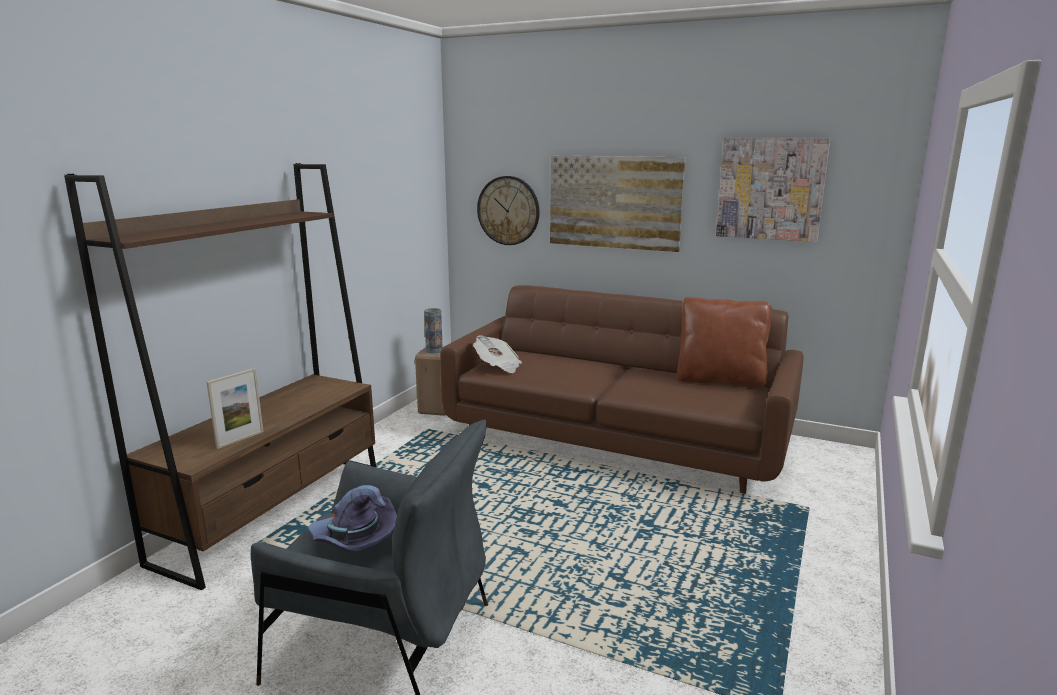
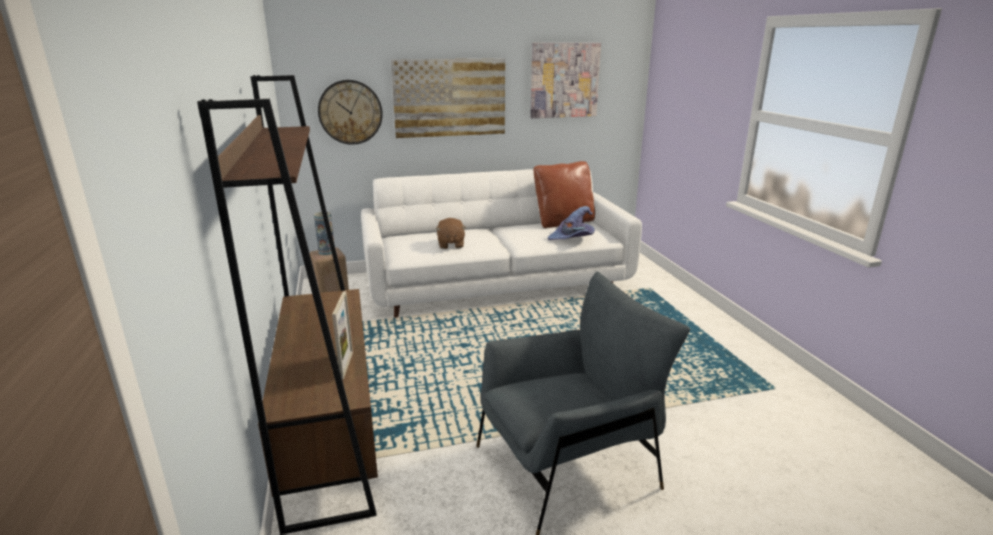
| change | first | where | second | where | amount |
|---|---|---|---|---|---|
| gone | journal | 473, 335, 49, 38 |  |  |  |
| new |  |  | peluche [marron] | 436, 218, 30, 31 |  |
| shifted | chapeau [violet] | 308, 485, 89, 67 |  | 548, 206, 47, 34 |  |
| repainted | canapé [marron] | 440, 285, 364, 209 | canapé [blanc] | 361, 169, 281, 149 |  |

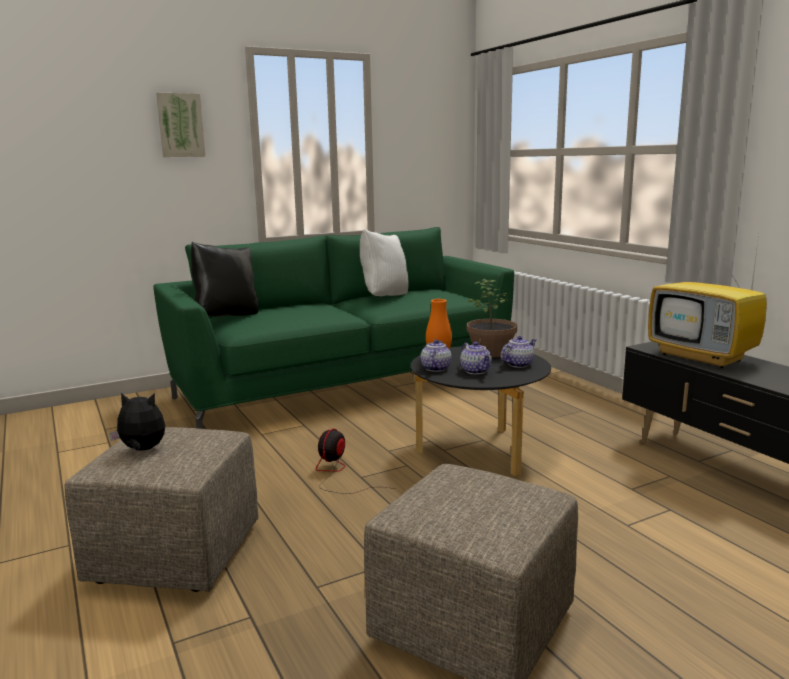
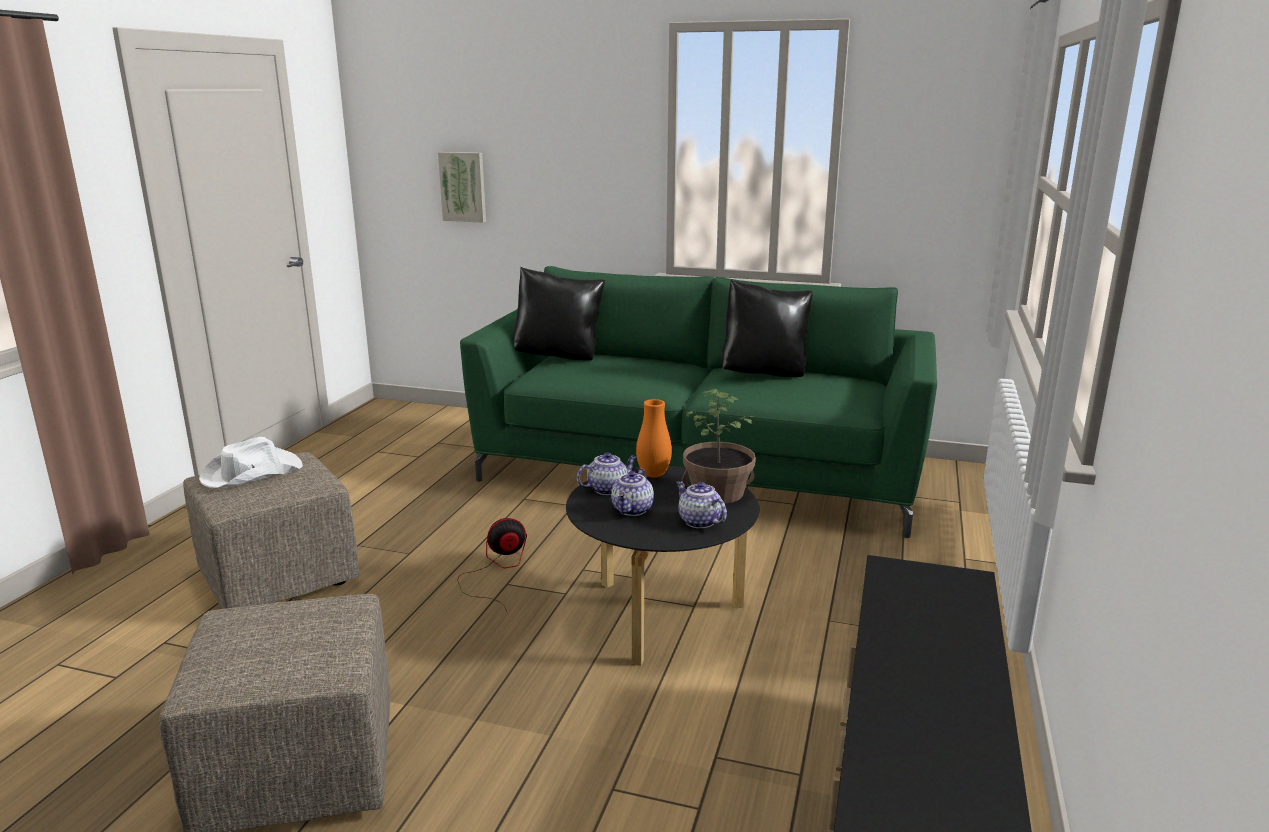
| change | first | where | second | where | amount |
|---|---|---|---|---|---|
| gone | téléviseur | 648, 242, 119, 126 |  |  |  |
| shifted | tableau | 156, 92, 49, 65 |  | 438, 152, 48, 71 |  |
| swapped | peluche | 109, 393, 56, 58 | chapeau [blanc] | 199, 437, 103, 51 |  |
| repainted | coussin [blanc] | 360, 229, 49, 67 | coussin [noir] | 721, 279, 92, 98 |  |
| rotated | théière | 501, 336, 35, 32 |  | 676, 481, 51, 47 | 135 degrees counterclockwise |

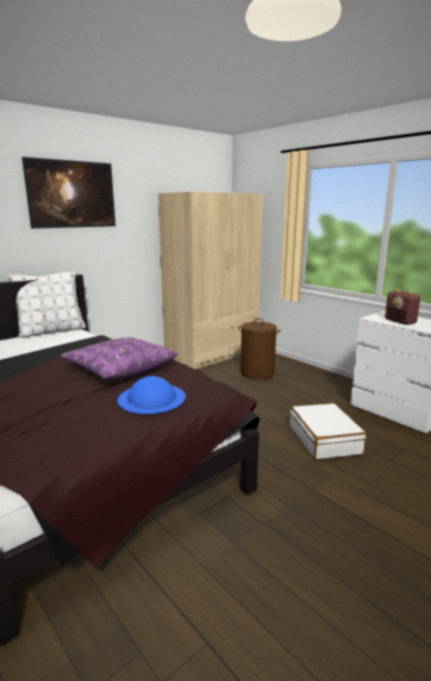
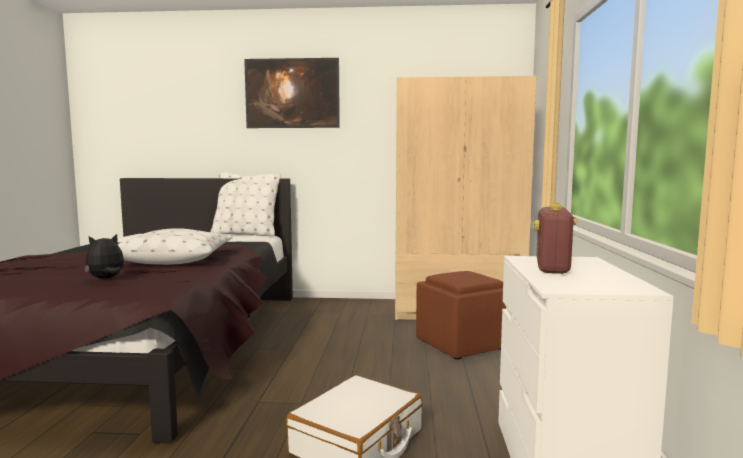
| change | first | where | second | where | amount |
|---|---|---|---|---|---|
| swapped | chapeau [bleu] | 117, 376, 69, 38 | peluche | 84, 234, 40, 45 |  |
| swapped | panier à linge [marron] | 238, 318, 43, 62 | pouf [marron] | 416, 271, 90, 88 |  |
| repainted | coussin [violet] | 60, 337, 118, 43 | coussin [blanc] | 118, 228, 115, 37 |  |

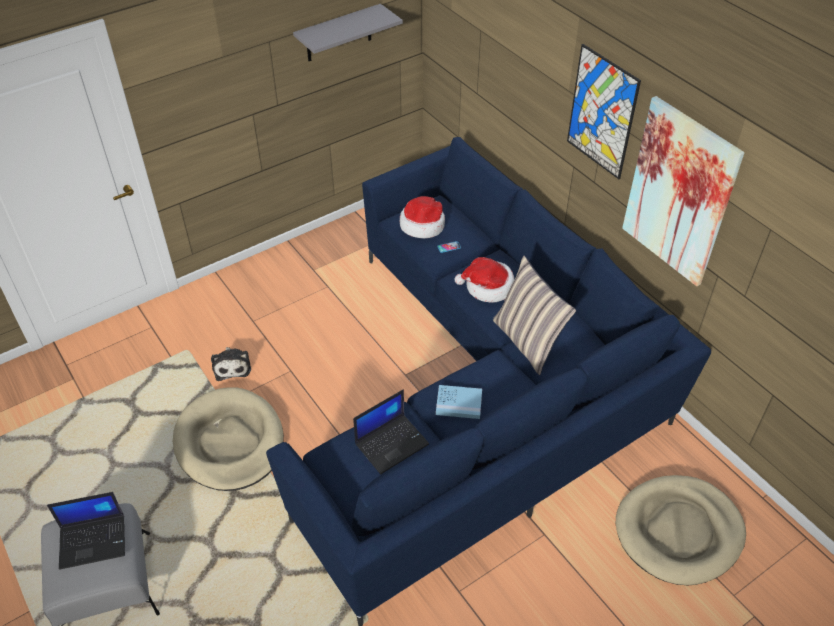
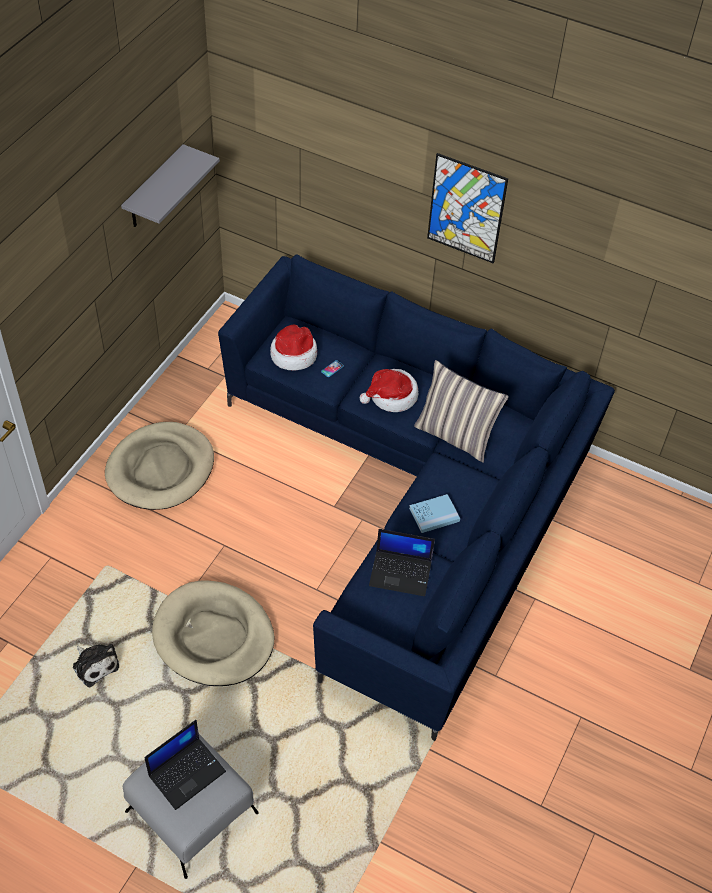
| change | first | where | second | where | amount |
|---|---|---|---|---|---|
| gone | tableau | 622, 96, 123, 190 |  |  |  |
| shifted | peluche | 211, 347, 40, 34 |  | 73, 644, 46, 44 |  |
| shifted | panier pour chien [beige] | 616, 475, 130, 110 |  | 105, 422, 109, 88 |  |
| rotated | ordinateur portable | 353, 389, 76, 85 |  | 369, 529, 66, 67 | 75 degrees clockwise |

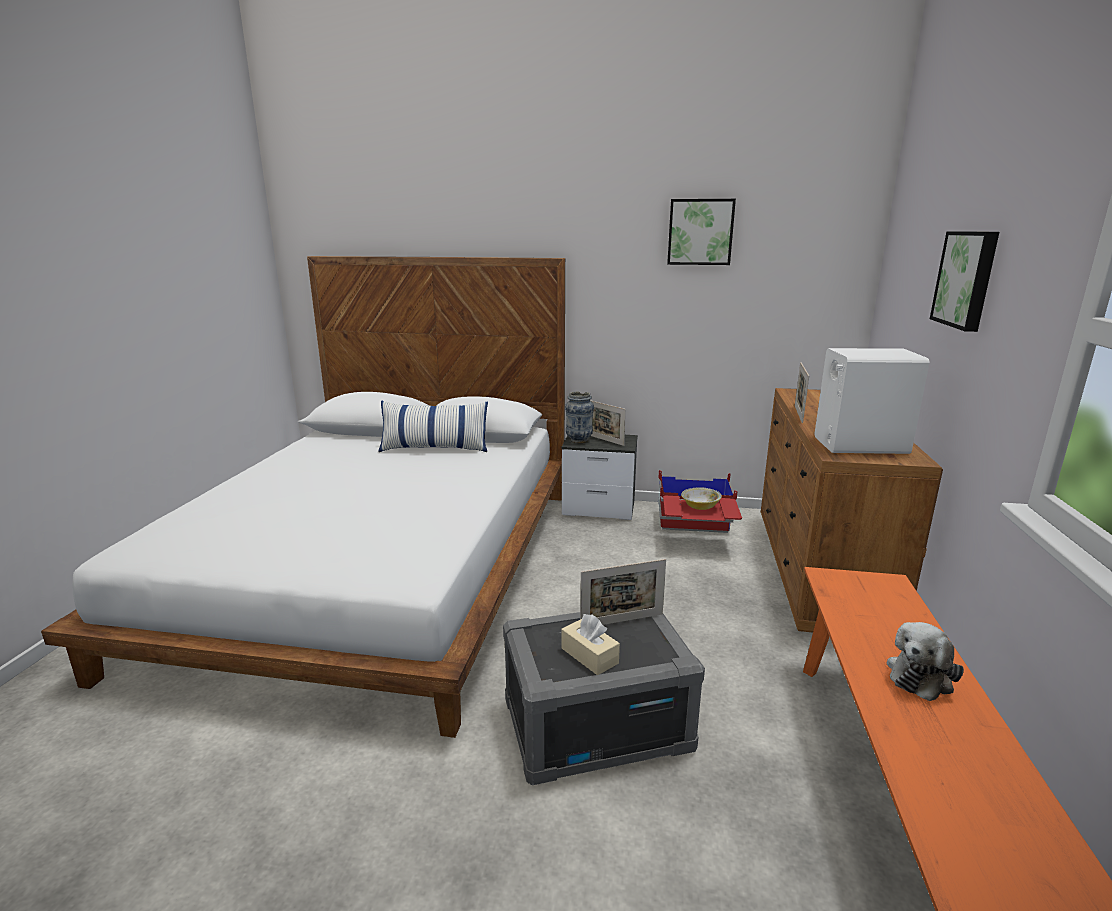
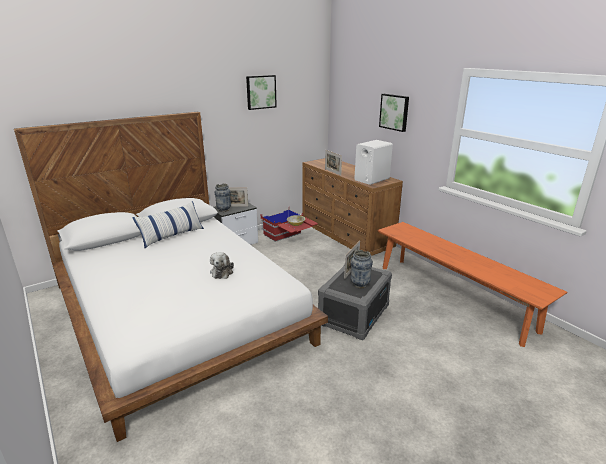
| change | first | where | second | where | amount |
|---|---|---|---|---|---|
| shifted | peluche | 886, 622, 78, 79 |  | 210, 252, 24, 27 |  |
| swapped | boîte à mouchoirs [beige] | 561, 614, 59, 61 | vase | 350, 250, 23, 38 |  |

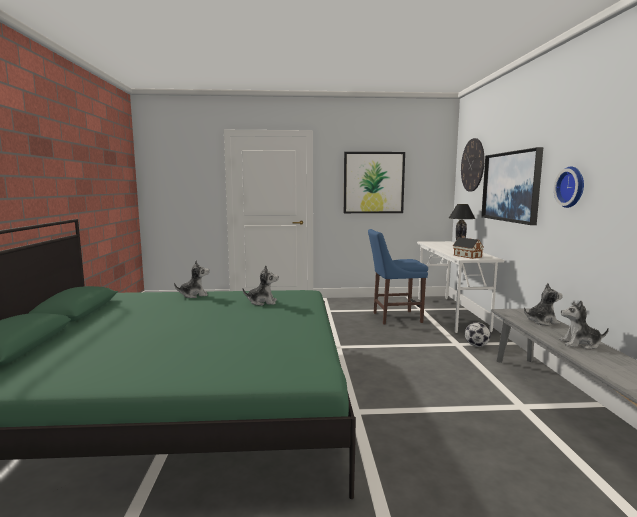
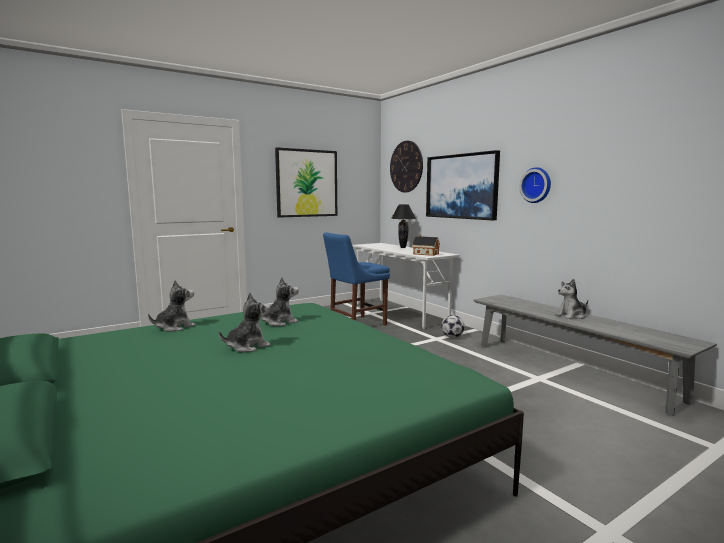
| change | first | where | second | where | amount |
|---|---|---|---|---|---|
| shifted | peluche | 524, 283, 39, 43 |  | 219, 292, 52, 60 |  |

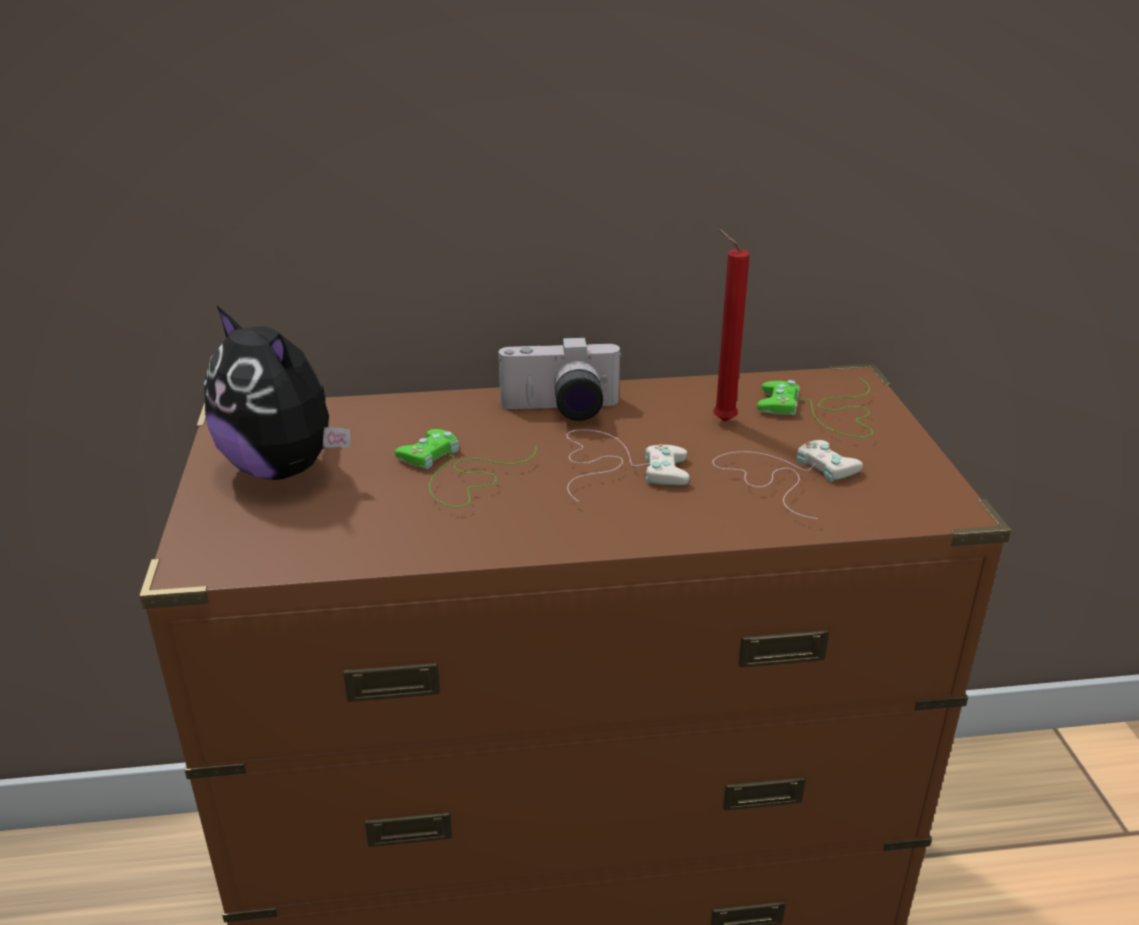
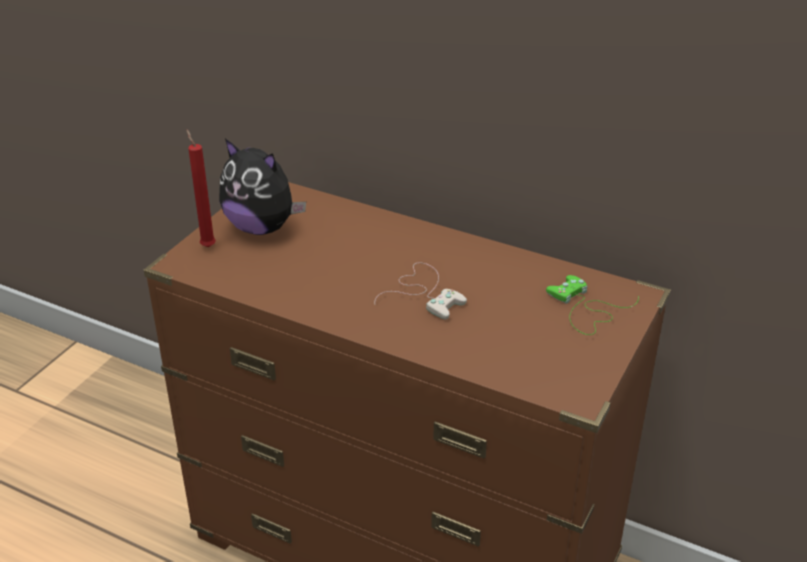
| change | first | where | second | where | amount |
|---|---|---|---|---|---|
| gone | manette [vert] | 395, 429, 141, 78 |  |  |  |
| gone | appareil photo | 497, 336, 126, 85 |  |  |  |
| gone | manette [blanc] | 712, 440, 151, 79 |  |  |  |
| shifted | bougie [rouge] | 713, 229, 37, 193 |  | 186, 130, 30, 117 |  |
| rotated | peluche | 204, 306, 146, 174 |  | 219, 139, 87, 96 | 45 degrees counterclockwise |

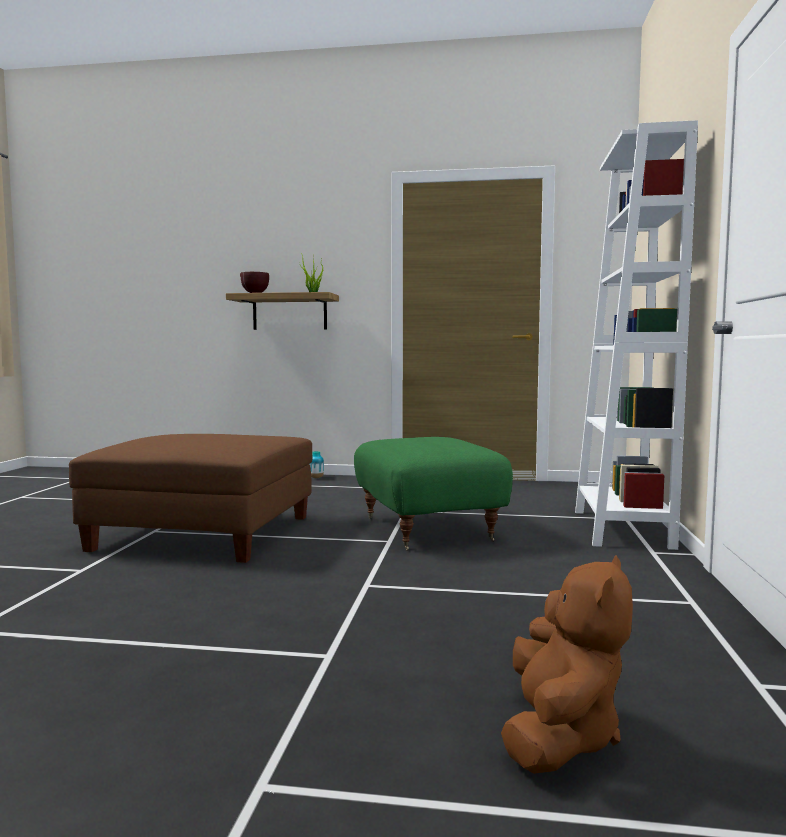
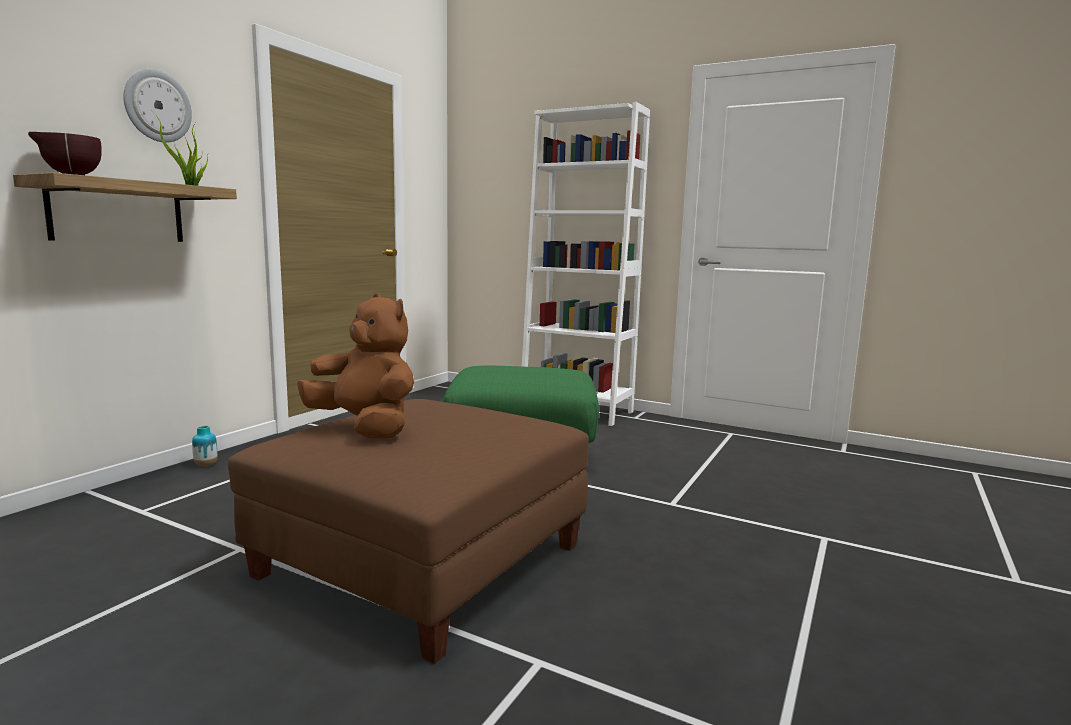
| change | first | where | second | where | amount |
|---|---|---|---|---|---|
| new |  |  | horloge murale | 123, 69, 69, 74 |  |
| shifted | peluche [marron] | 501, 555, 132, 219 |  | 297, 293, 117, 145 |  |

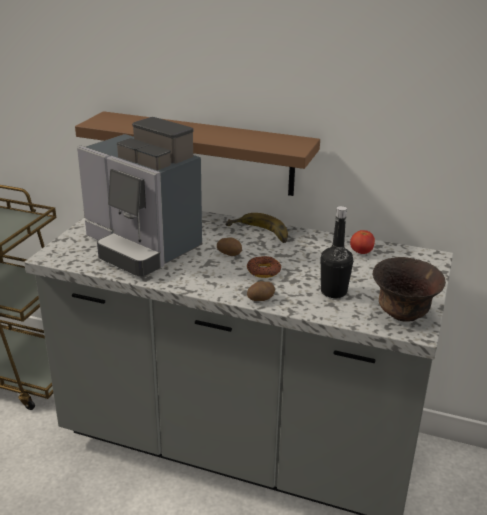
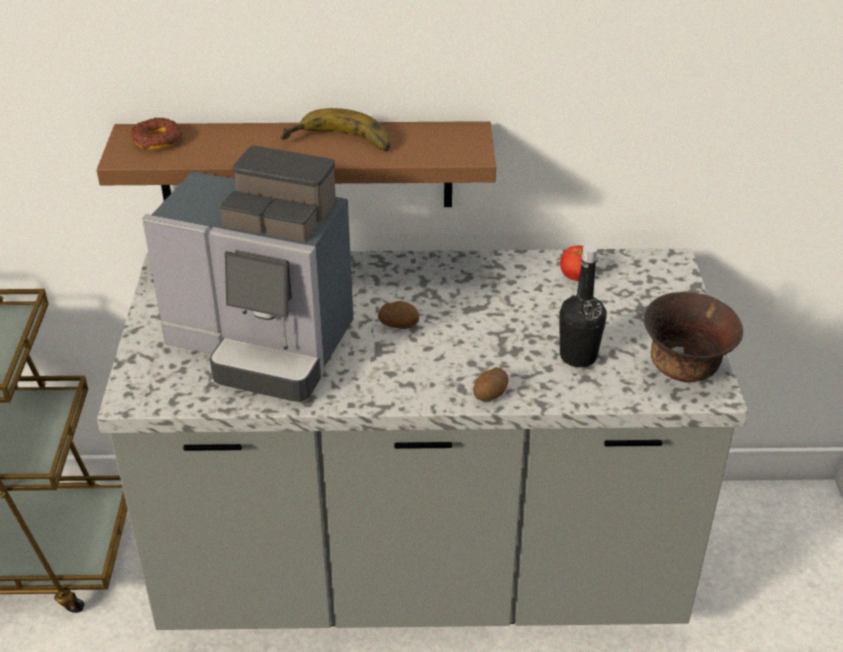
| change | first | where | second | where | amount |
|---|---|---|---|---|---|
| shifted | banane | 225, 213, 63, 30 |  | 280, 108, 111, 43 |  |
| shifted | beignet | 247, 256, 34, 22 |  | 131, 118, 51, 32 |  |

